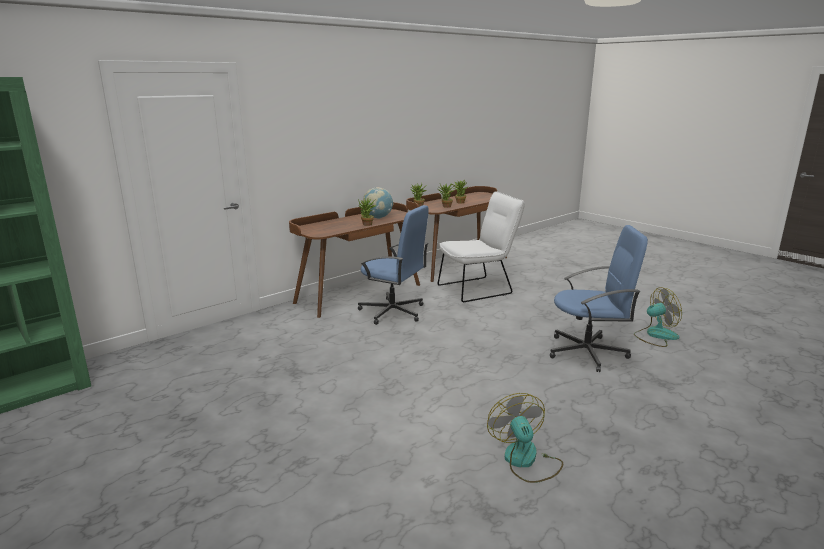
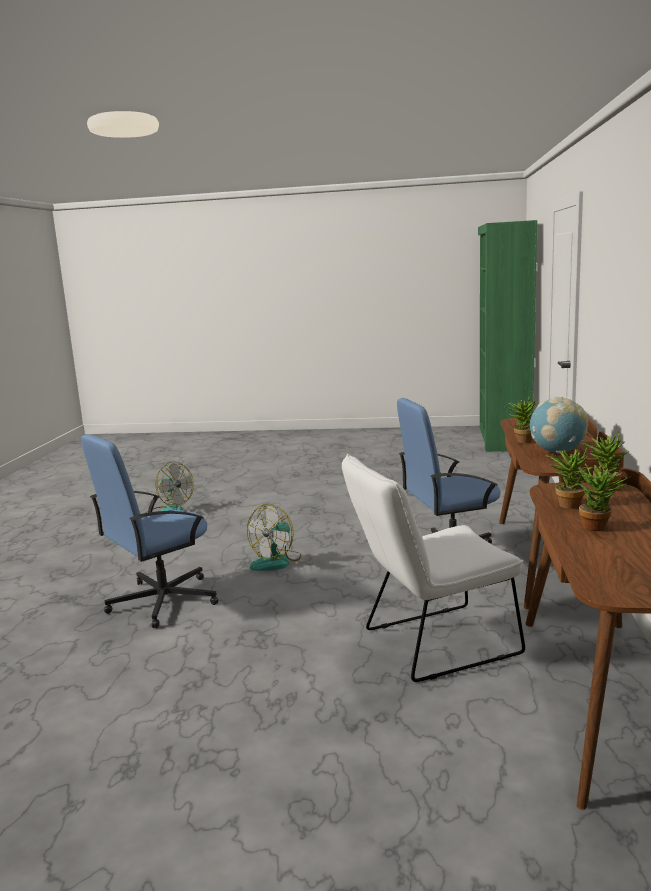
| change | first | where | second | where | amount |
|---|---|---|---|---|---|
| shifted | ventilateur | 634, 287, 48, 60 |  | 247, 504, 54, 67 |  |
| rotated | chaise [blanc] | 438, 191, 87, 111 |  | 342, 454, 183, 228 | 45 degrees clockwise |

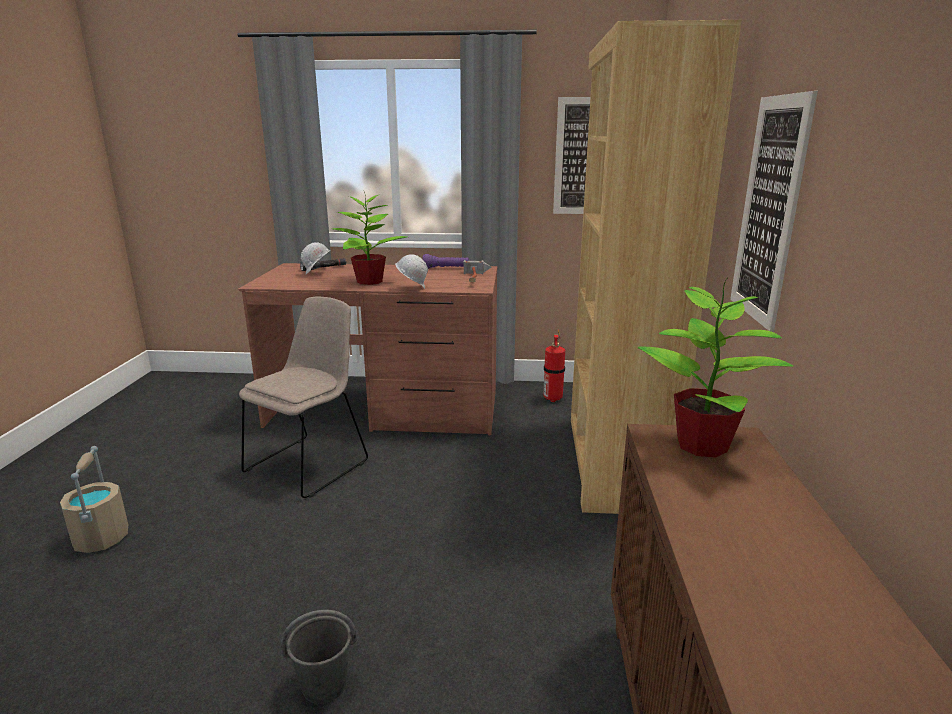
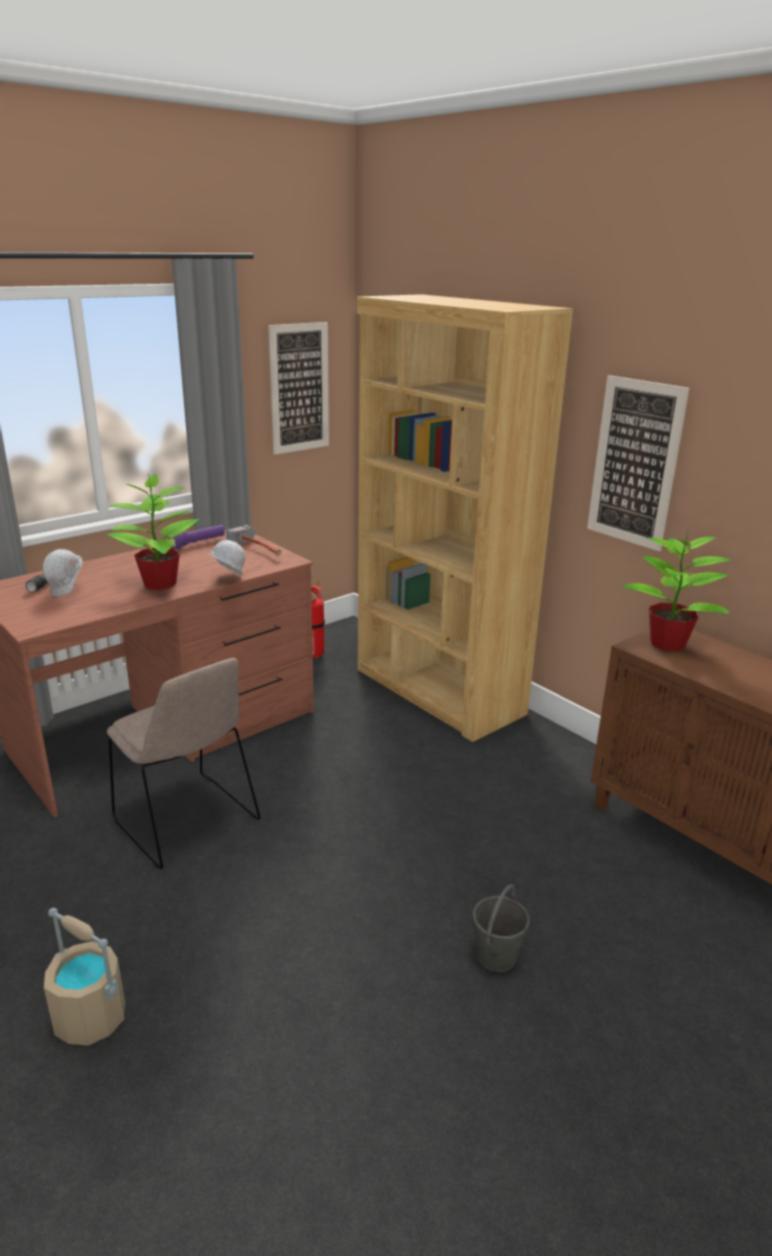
| change | first | where | second | where | amount |
|---|---|---|---|---|---|
| rotated | chaise [beige] | 239, 296, 129, 202 |  | 107, 658, 154, 212 | 150 degrees clockwise |

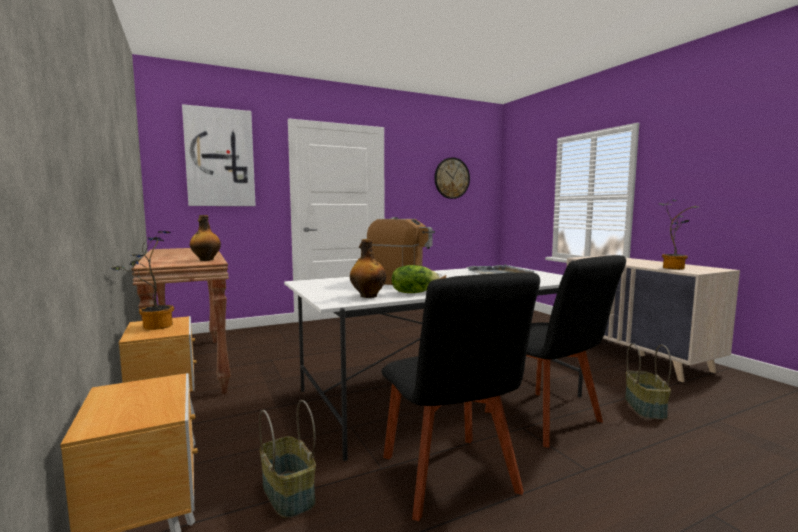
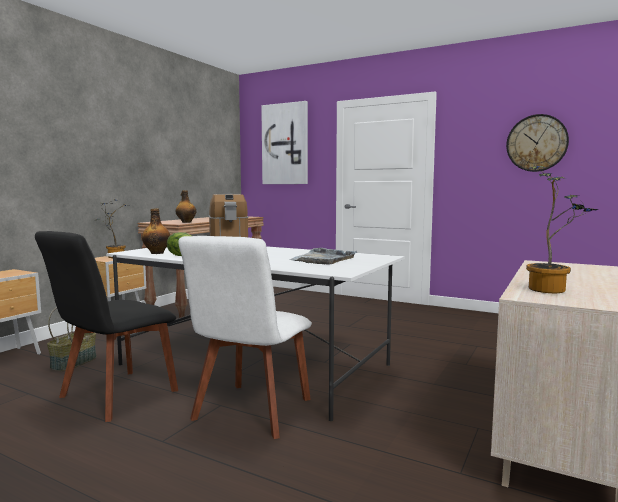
| change | first | where | second | where | amount |
|---|---|---|---|---|---|
| gone | panier | 625, 343, 46, 77 |  |  |  |
| repainted | chaise [noir] | 485, 255, 141, 192 | chaise [blanc] | 178, 236, 134, 203 |  |

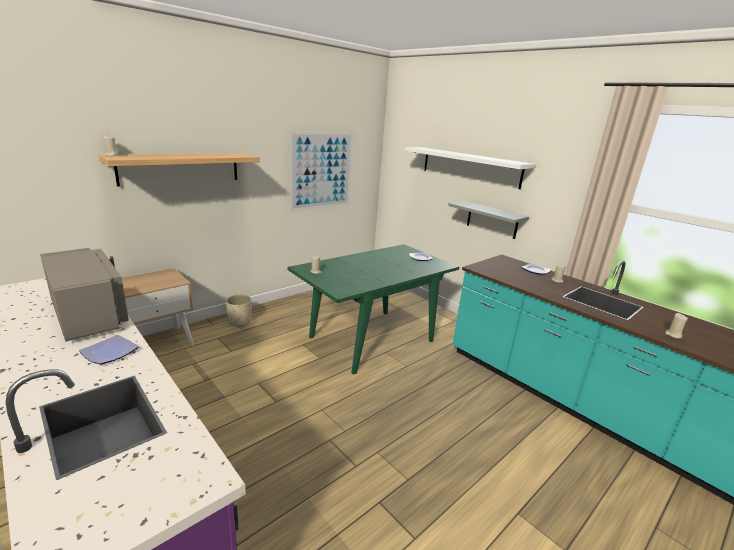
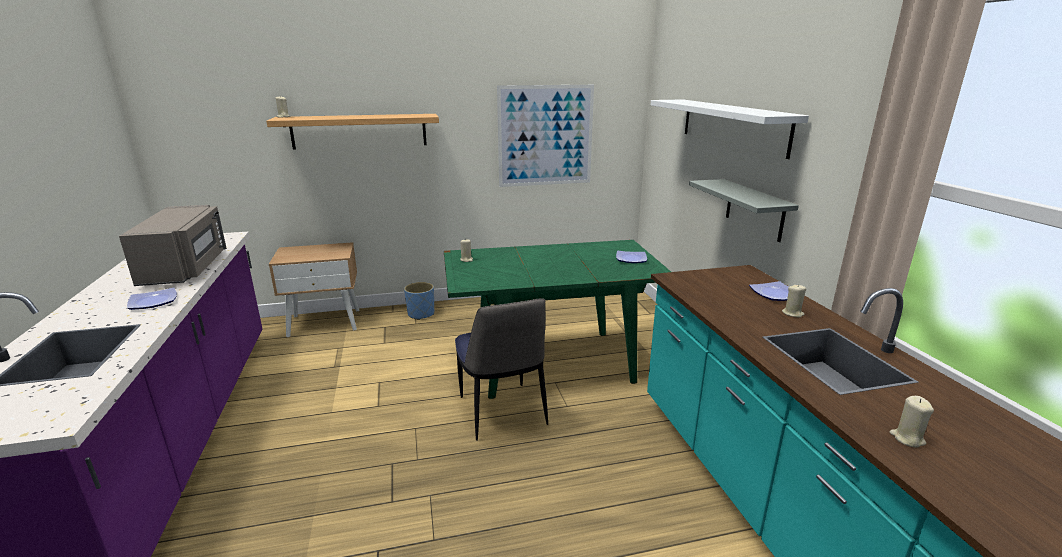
| change | first | where | second | where | amount |
|---|---|---|---|---|---|
| new |  |  | chaise | 455, 298, 93, 143 |  |
| repainted | cache-pot [beige] | 226, 295, 26, 32 | cache-pot [bleu] | 404, 282, 30, 38 |  |

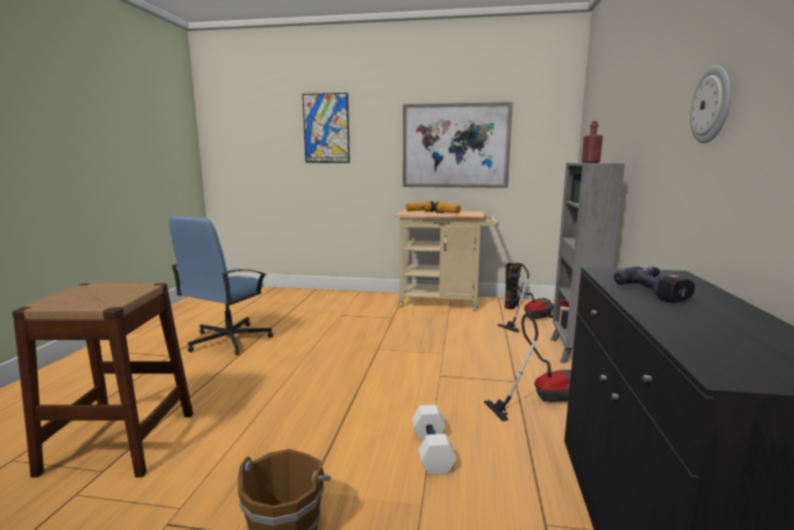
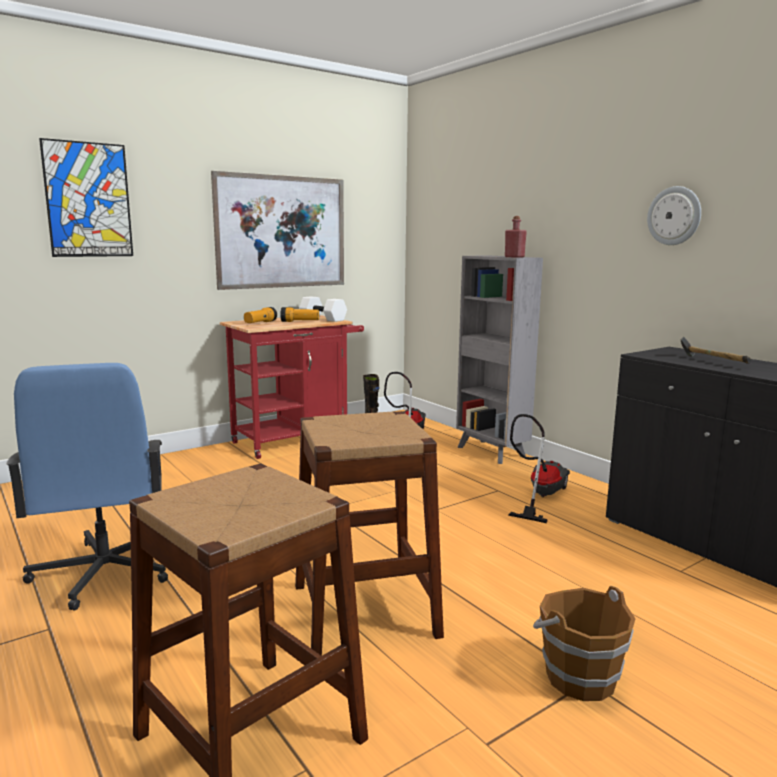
| change | first | where | second | where | amount |
|---|---|---|---|---|---|
| new |  |  | tabouret [marron] | 295, 411, 149, 245 |  |
| shifted | haltère [blanc] | 412, 405, 45, 70 |  | 299, 296, 48, 26 |  |
| swapped | perceuse | 614, 266, 81, 37 | marteau | 680, 336, 71, 28 |  |
| repainted | chariot [beige] | 395, 209, 103, 102 | chariot [rouge] | 220, 315, 144, 144 |  |

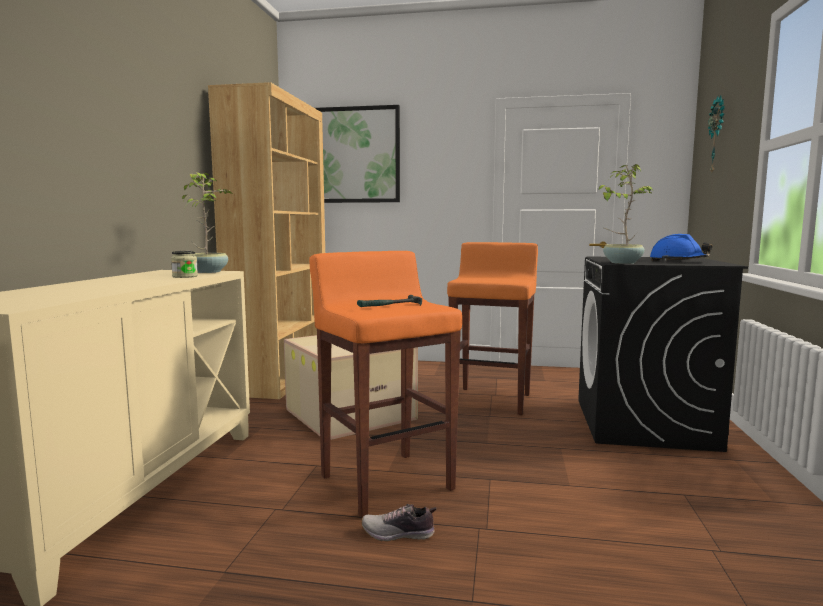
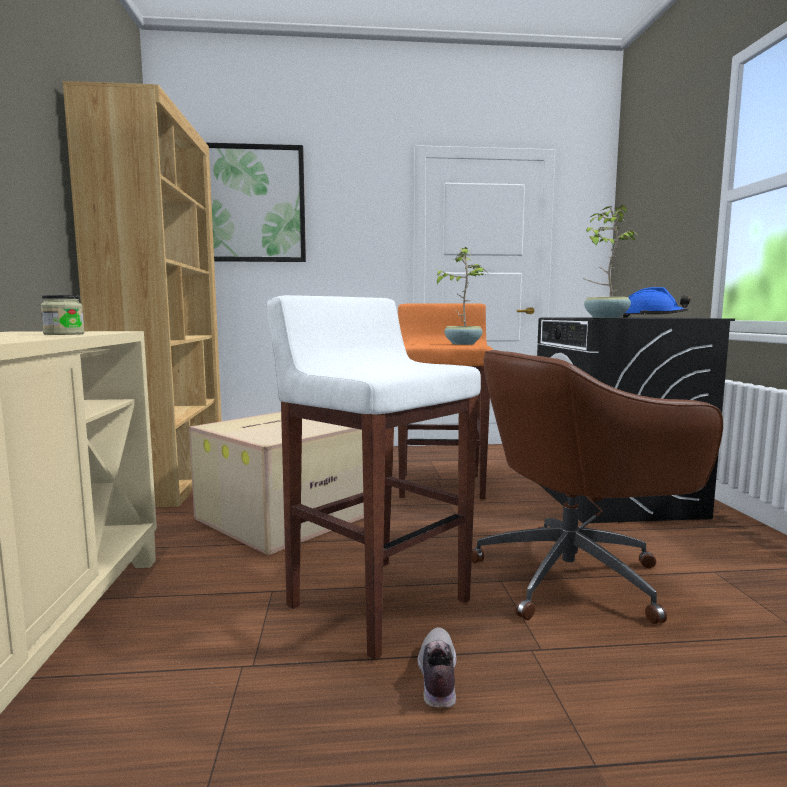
| change | first | where | second | where | amount |
|---|---|---|---|---|---|
| gone | marteau | 357, 295, 65, 12 |  |  |  |
| gone | horloge murale | 708, 96, 17, 79 |  |  |  |
| new |  |  | chaise de bureau [marron] | 472, 350, 251, 274 |  |
| shifted | plante en pot | 182, 172, 51, 101 |  | 436, 247, 51, 98 |  |
| repainted | tabouret [orange] | 309, 251, 153, 266 | tabouret [blanc] | 266, 295, 215, 365 |  |
| rotated | chaussure | 361, 504, 76, 37 |  | 418, 627, 38, 81 | 105 degrees clockwise |

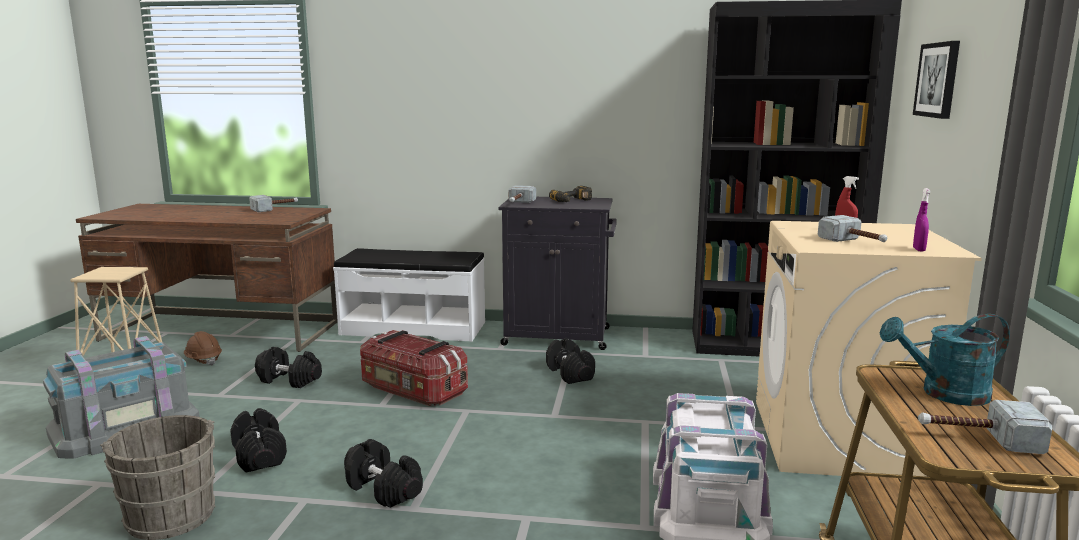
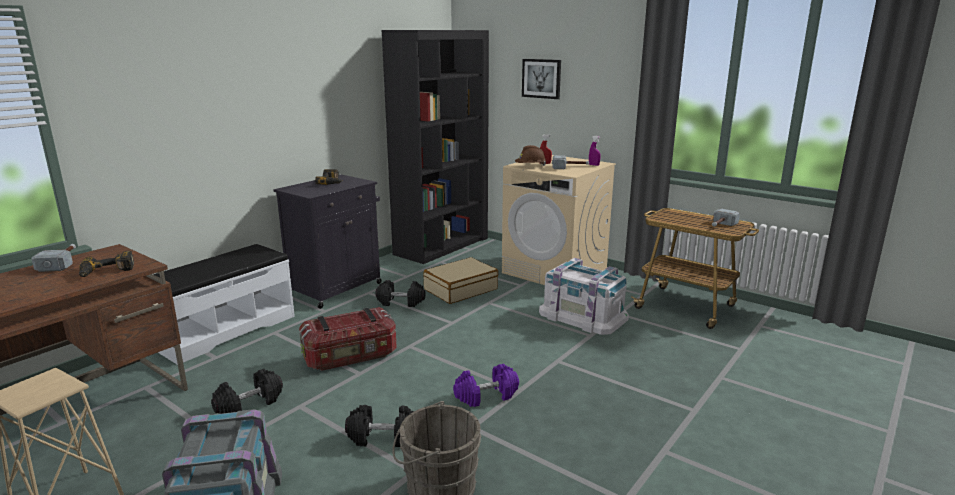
| change | first | where | second | where | amount |
|---|---|---|---|---|---|
| gone | marteau | 509, 185, 27, 18 |  |  |  |
| gone | arrosoir [turquoise] | 880, 314, 130, 92 |  |  |  |
| new |  |  | perceuse | 79, 251, 55, 26 |  |
| new |  |  | valise [beige] | 423, 257, 75, 47 |  |
| shifted | casque de chantier [marron] | 184, 331, 38, 35 |  | 515, 145, 31, 21 |  |
| repainted | haltère [noir] | 344, 439, 79, 69 | haltère [violet] | 453, 364, 66, 43 |  |

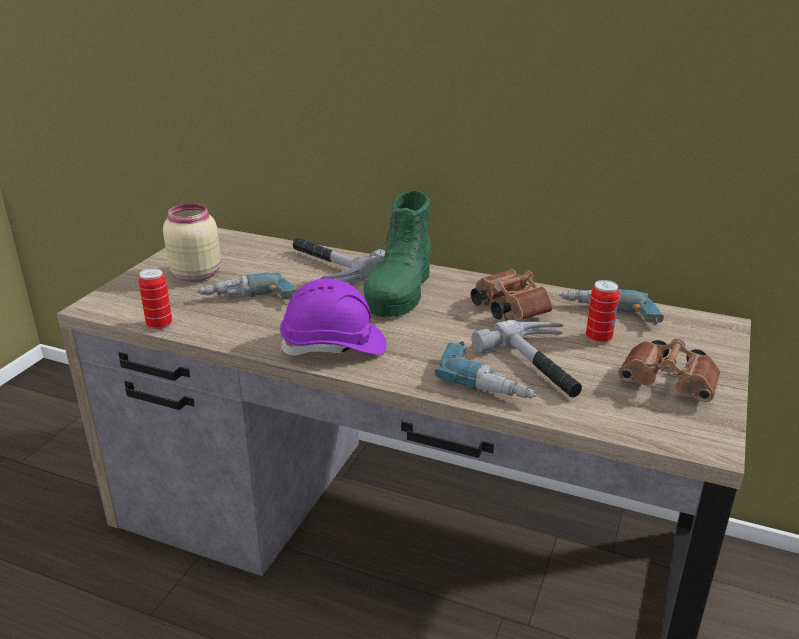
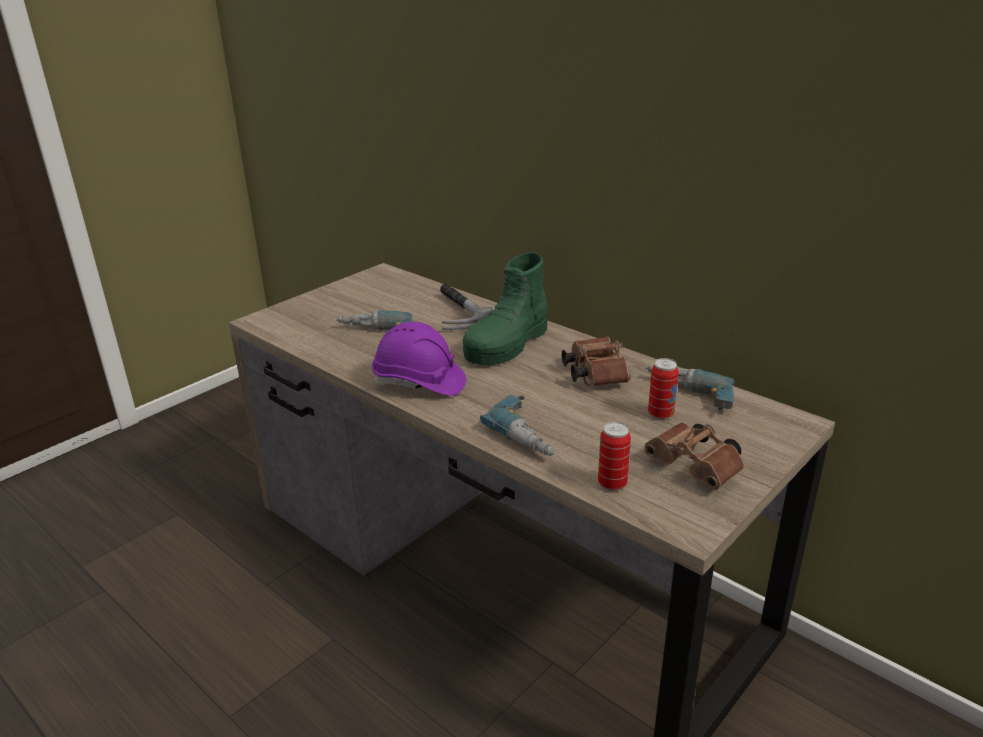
| change | first | where | second | where | amount |
|---|---|---|---|---|---|
| gone | bocal [beige] | 163, 204, 58, 78 |  |  |  |
| gone | marteau | 472, 320, 110, 77 |  |  |  |
| shifted | boîte métallique | 139, 268, 33, 62 |  | 598, 422, 33, 69 |  |

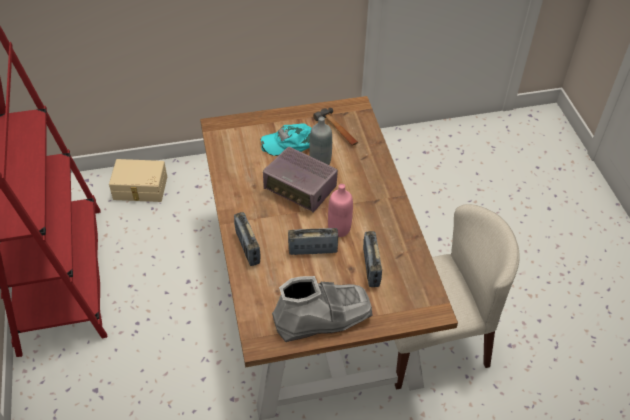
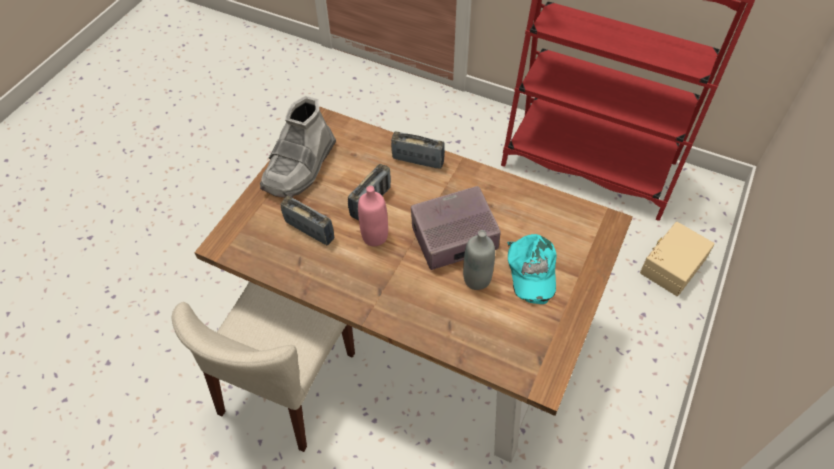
| change | first | where | second | where | amount |
|---|---|---|---|---|---|
| gone | marteau | 313, 108, 45, 38 |  |  |  |
| rotated | casquette [turquoise] | 260, 123, 52, 33 |  | 507, 234, 50, 70 | 150 degrees clockwise |

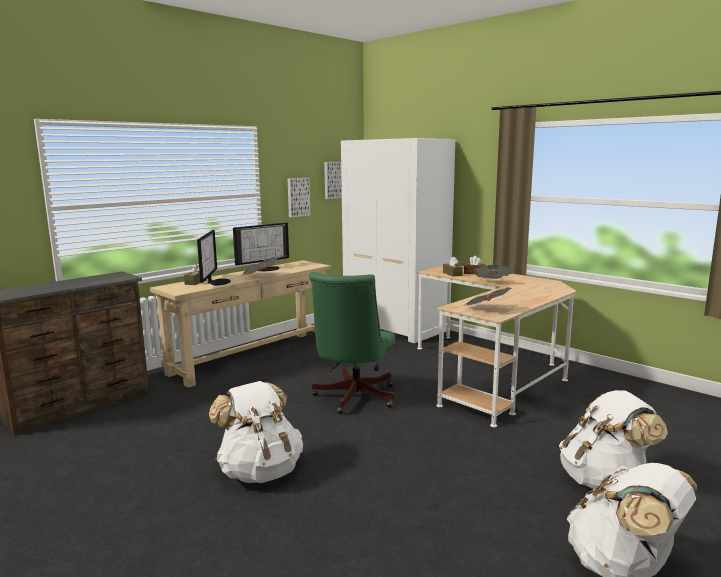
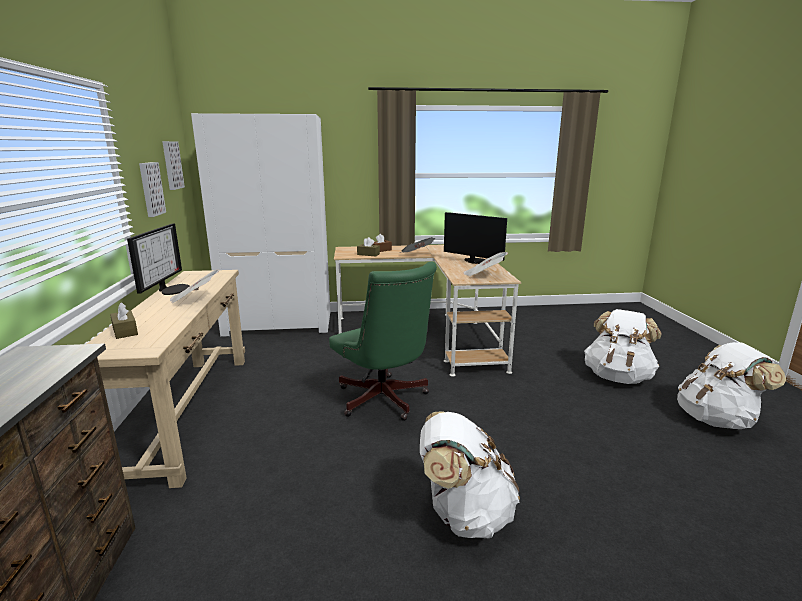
| change | first | where | second | where | amount |
|---|---|---|---|---|---|
| shifted | écran d'ordinateur | 197, 230, 34, 56 |  | 444, 212, 63, 52 |  |

